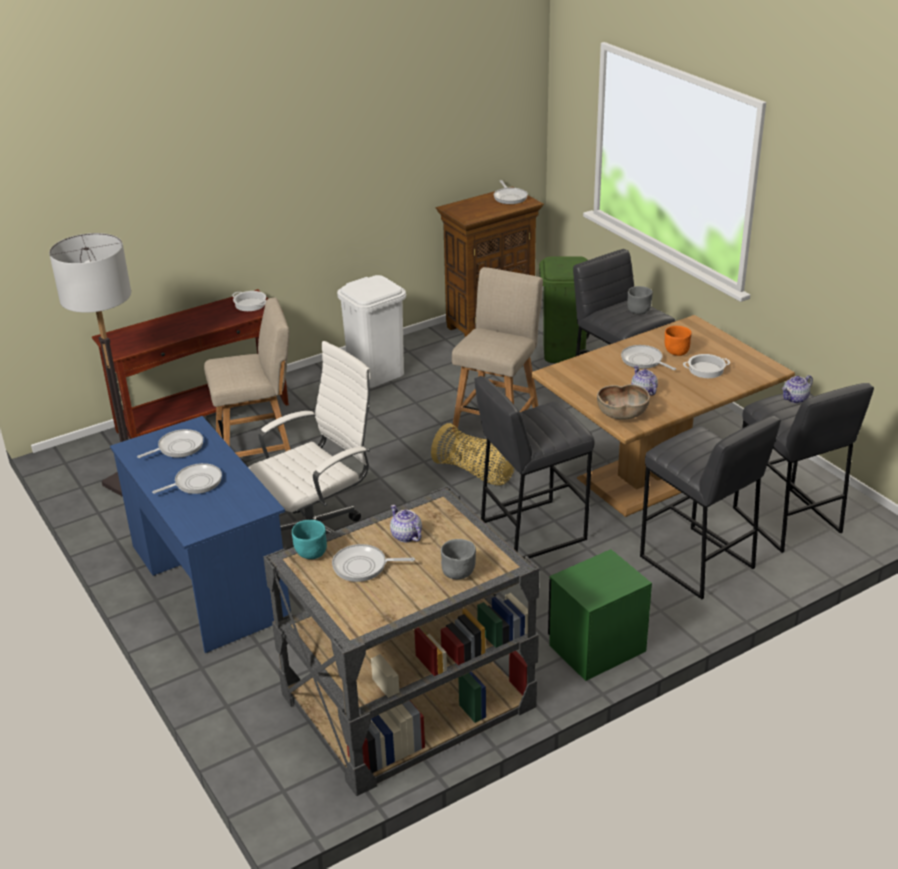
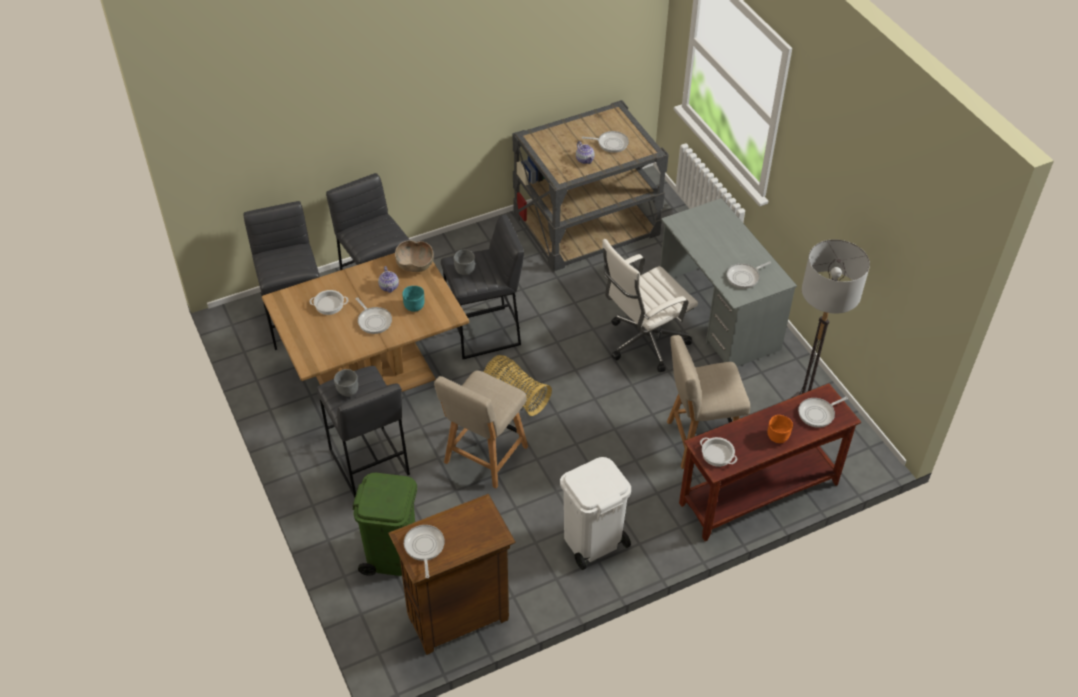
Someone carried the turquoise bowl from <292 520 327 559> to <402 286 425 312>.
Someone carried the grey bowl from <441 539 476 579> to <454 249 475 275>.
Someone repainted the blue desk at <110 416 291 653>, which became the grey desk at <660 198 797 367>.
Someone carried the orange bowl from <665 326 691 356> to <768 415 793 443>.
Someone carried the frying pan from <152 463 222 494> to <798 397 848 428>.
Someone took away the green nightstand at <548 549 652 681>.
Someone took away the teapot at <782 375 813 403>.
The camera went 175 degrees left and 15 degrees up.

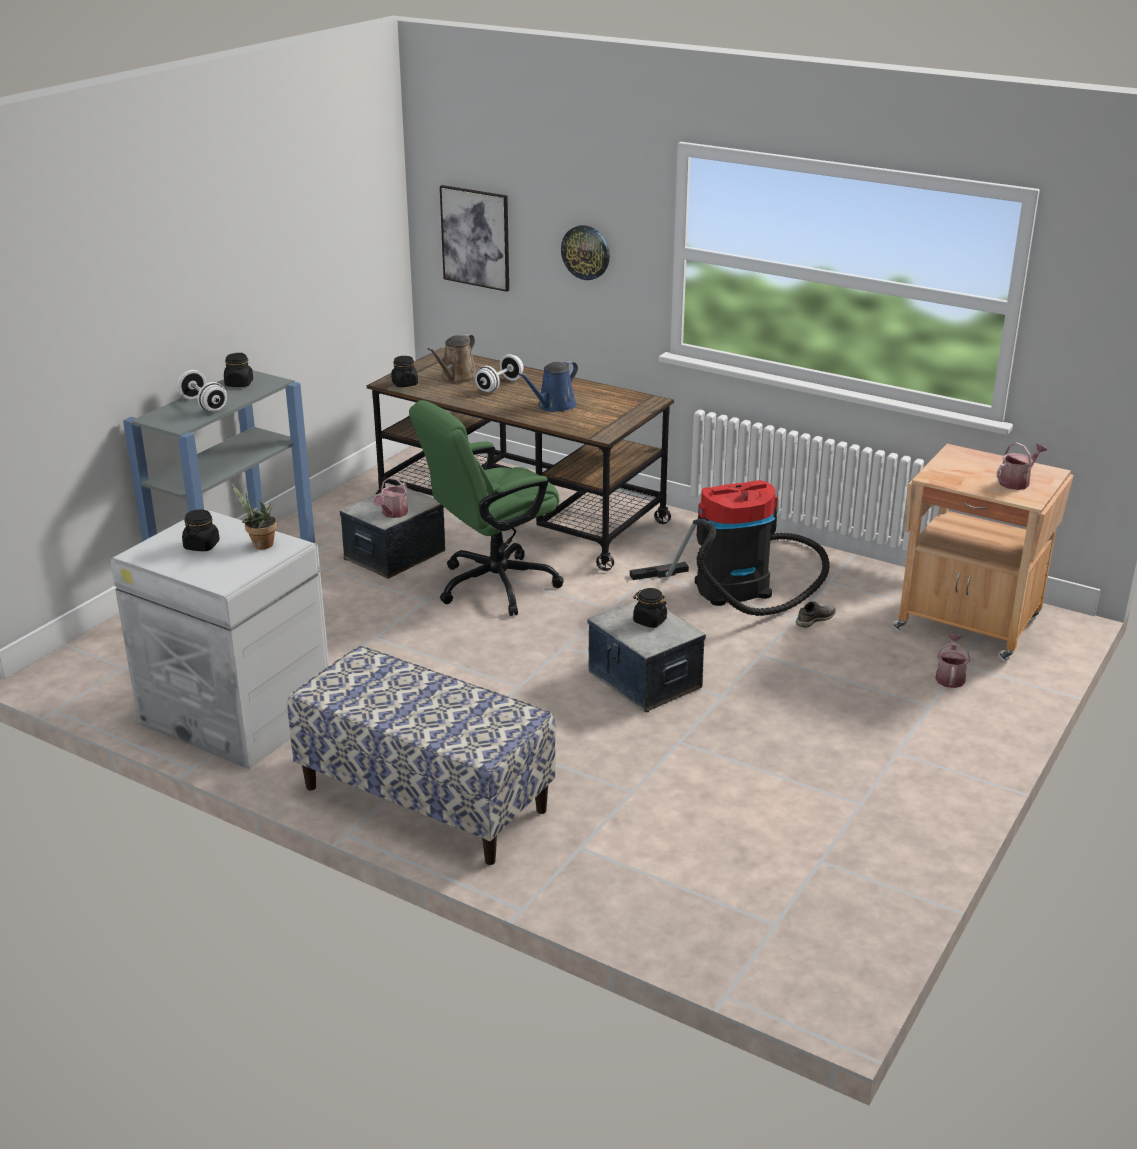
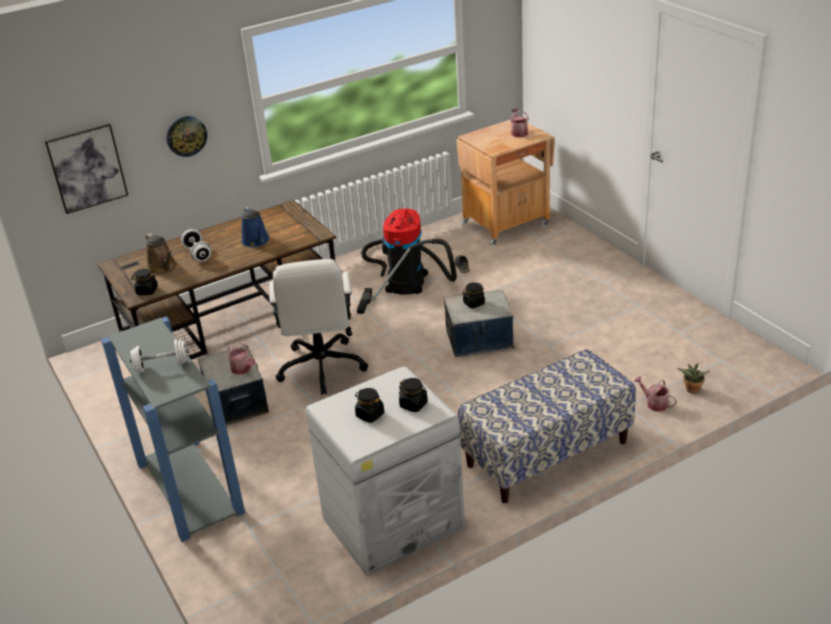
Someone repainted the green office chair at <409 400 564 616>, which became the white office chair at <269 259 368 395>.
Someone carried the black jar from <224 353 253 387> to <399 378 428 412>.
Someone carried the watering can from <935 635 970 688> to <634 376 677 412>.
Someone carried the potted plant from <232 484 277 549> to <677 363 710 394>.
The camera went 60 degrees left and 5 degrees up.

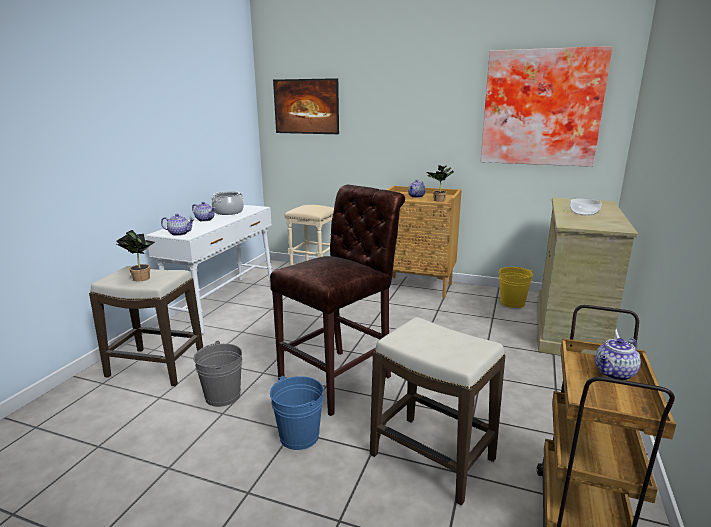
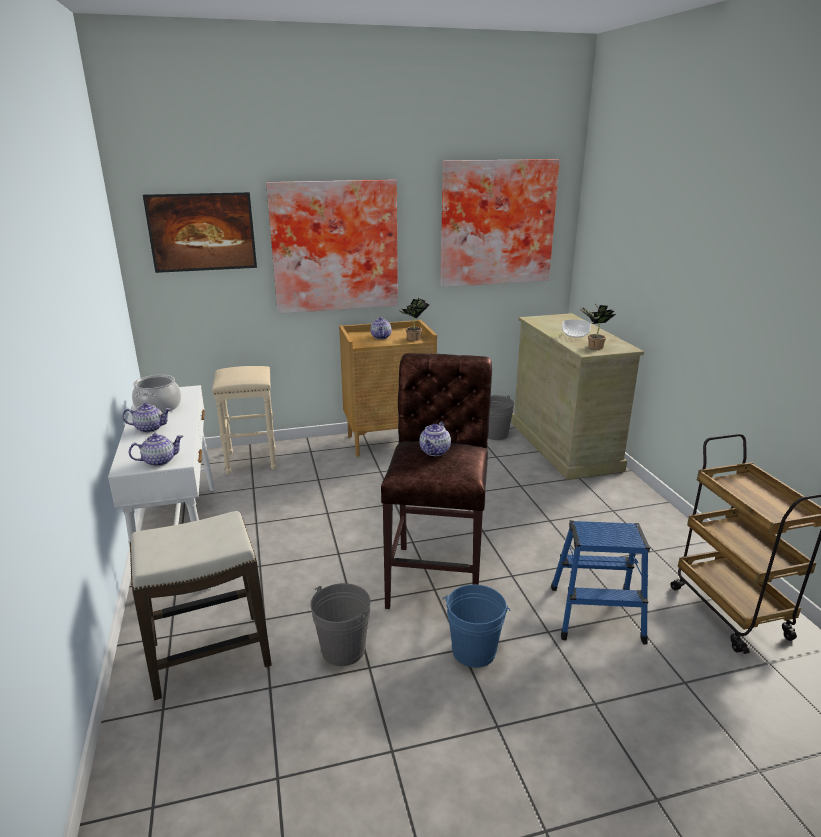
Someone put up the picture at <266 179 398 314>.
Someone carried the teapot from <595 338 641 381> to <419 421 451 456>.
Someone repainted the yellow bucket at <498 267 533 308>, which became the grey bucket at <488 395 514 440>.
Someone swapped the stool at <370 317 505 506> for the blue step ladder at <551 520 650 645>.
Someone carried the potted plant from <116 230 155 281> to <580 303 616 349>.
The camera went 35 degrees left and 5 degrees up.

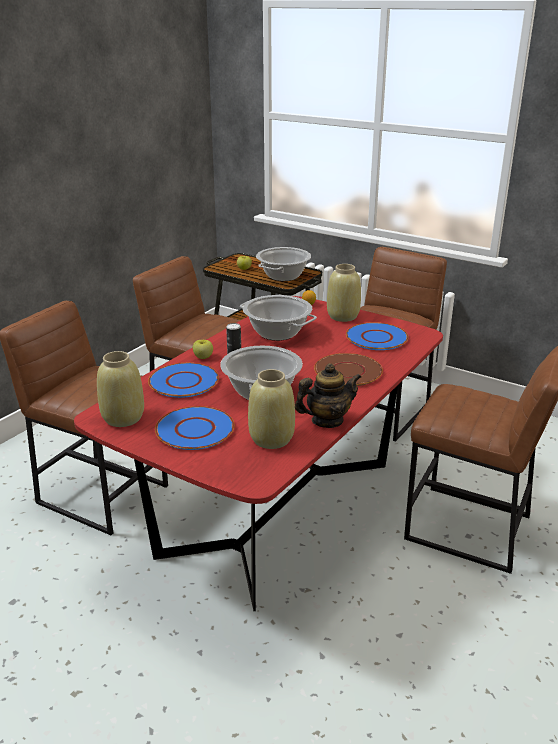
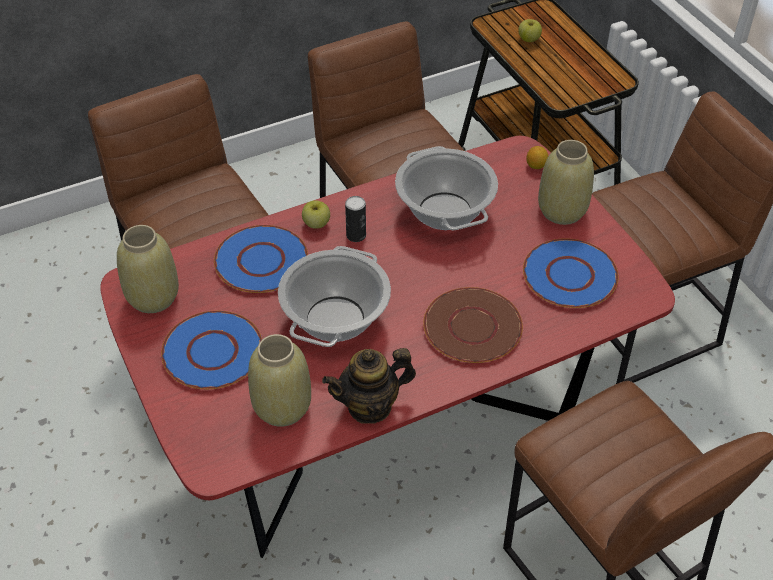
Someone rotated the teapot at <295 363 361 428> by 150 degrees clockwise.
Someone took away the cooking pot at <256 247 311 281>.
The camera went 30 degrees right and 20 degrees up.

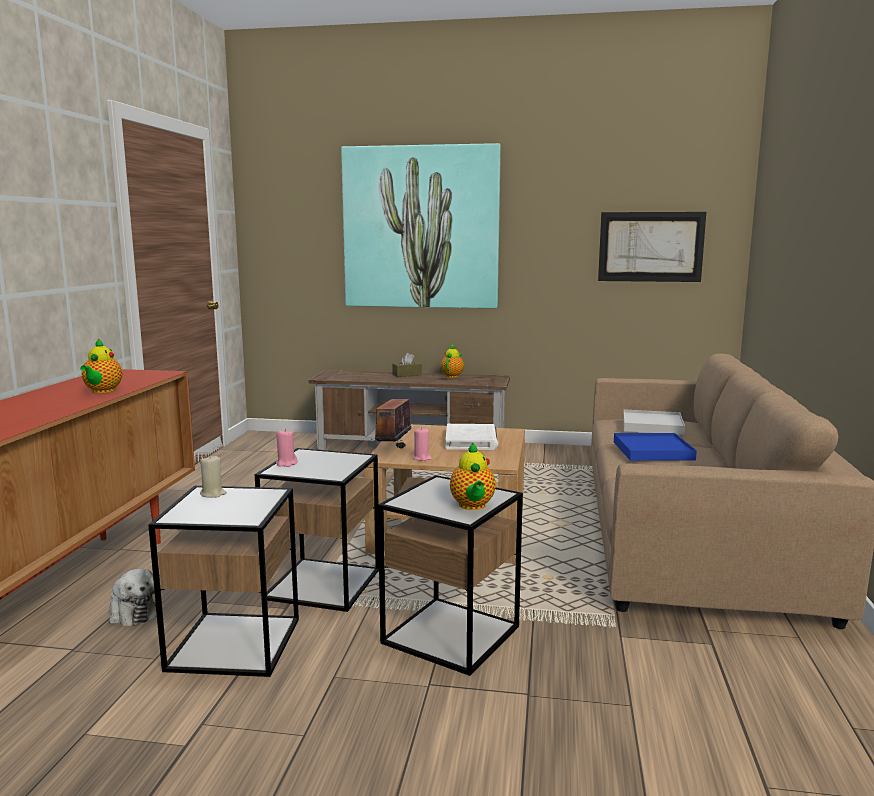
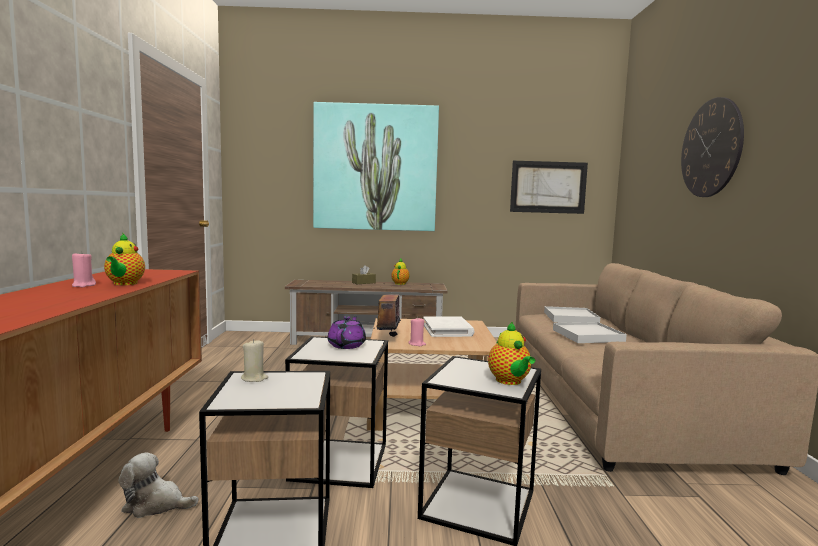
Someone carried the pink candle from <276 429 298 467> to <72 251 96 287>.
Someone rotated the plush toy at <109 569 157 626> by 150 degrees clockwise.
Someone put down the purple teapot at <327 316 366 349>.
Someone repainted the blue tray at <614 433 697 461>, which became the white tray at <553 322 627 343>.
Someone put up the wall clock at <681 97 744 197>.
The camera went 10 degrees left and 5 degrees down.

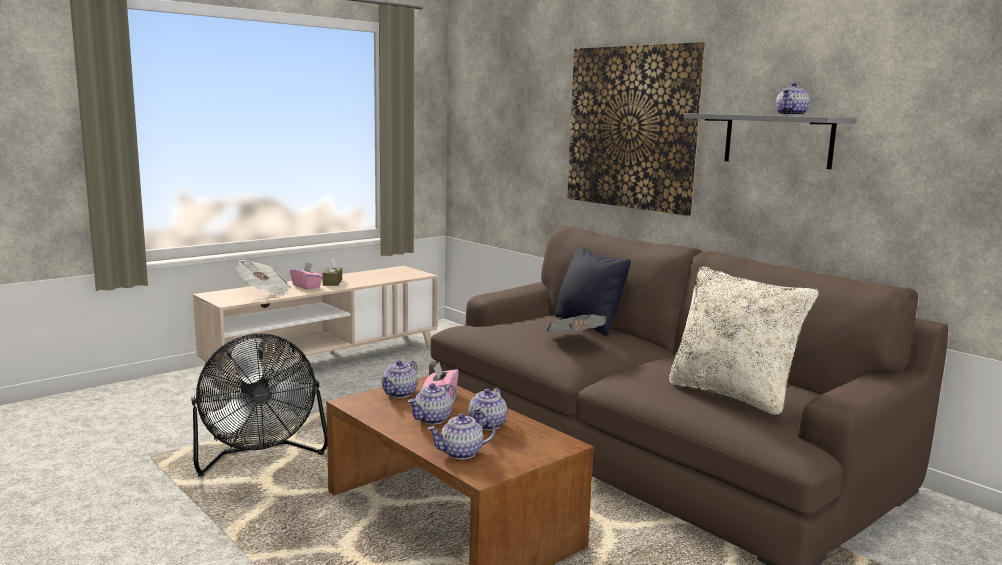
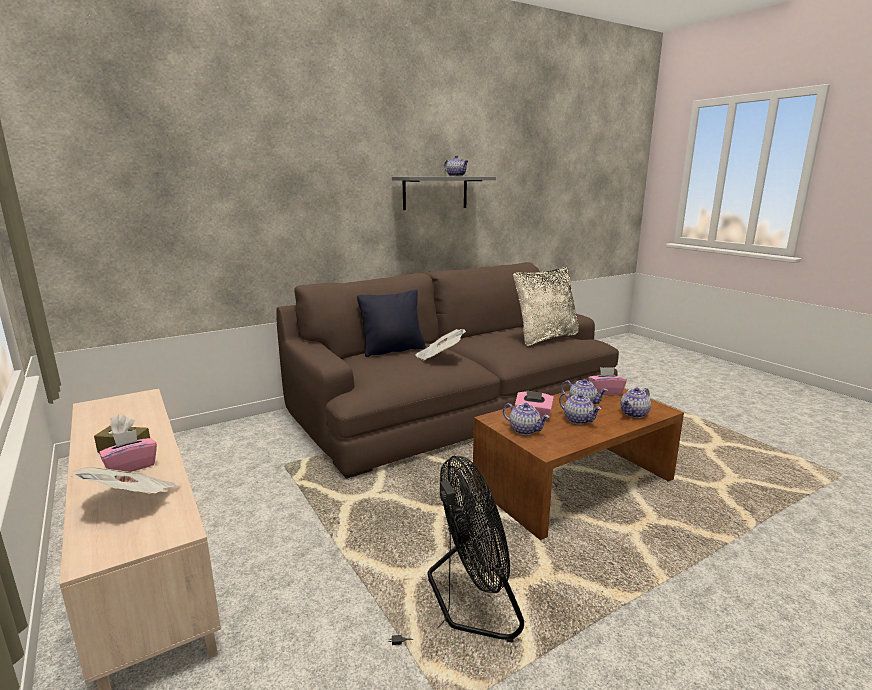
Someone put down the pink tissue box at <588 367 627 395>.
Someone rotated the teapot at <427 413 496 460> by 60 degrees clockwise.
Someone took away the picture at <567 42 706 216>.
The camera went 80 degrees left and 5 degrees up.

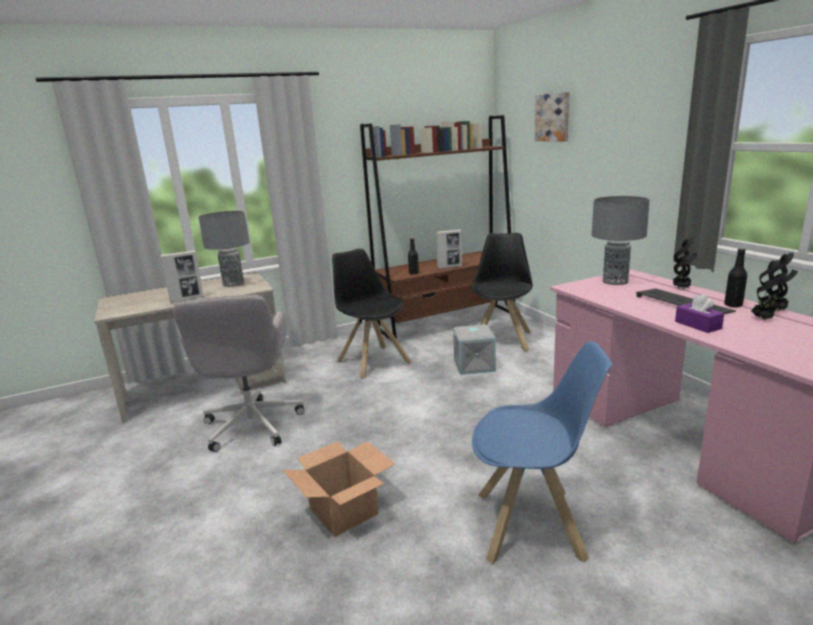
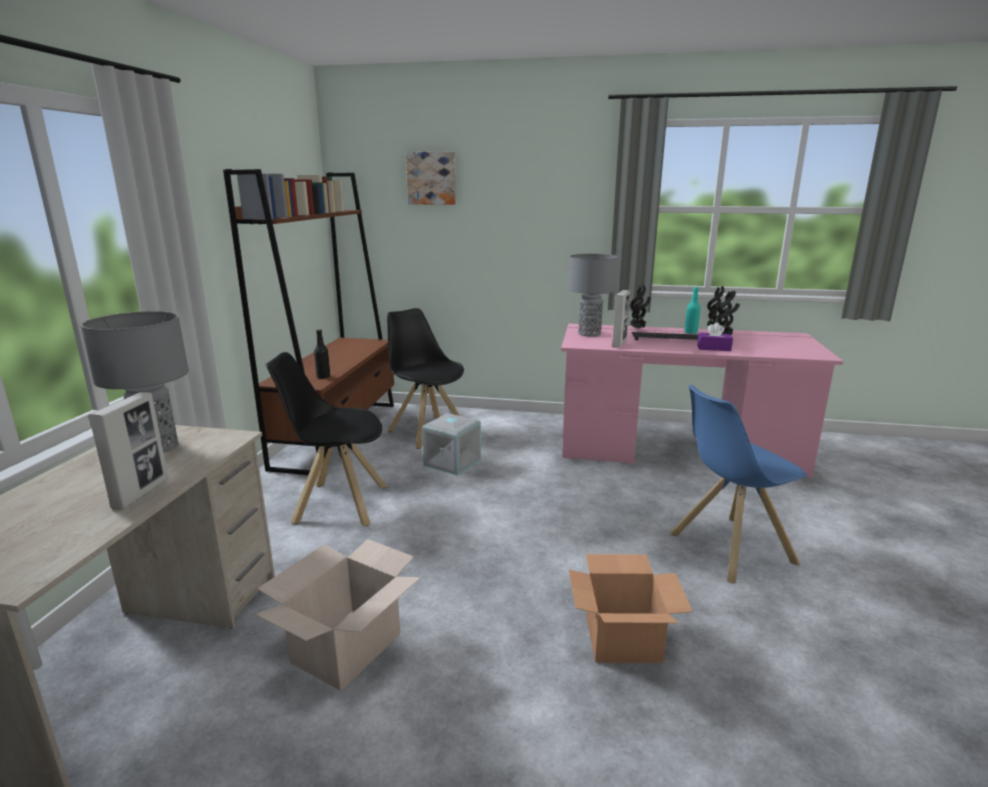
Someone swapped the grey office chair at <173 295 305 452> for the cardboard box at <255 539 421 691>.
Someone carried the picture frame from <436 230 462 269> to <612 290 630 348>.
Someone rotated the blue chair at <472 341 613 564> by 150 degrees counterclockwise.
Someone repainted the black bottle at <724 248 747 308>, which became the turquoise bottle at <685 287 700 334>.
The camera went 55 degrees left and 0 degrees up.

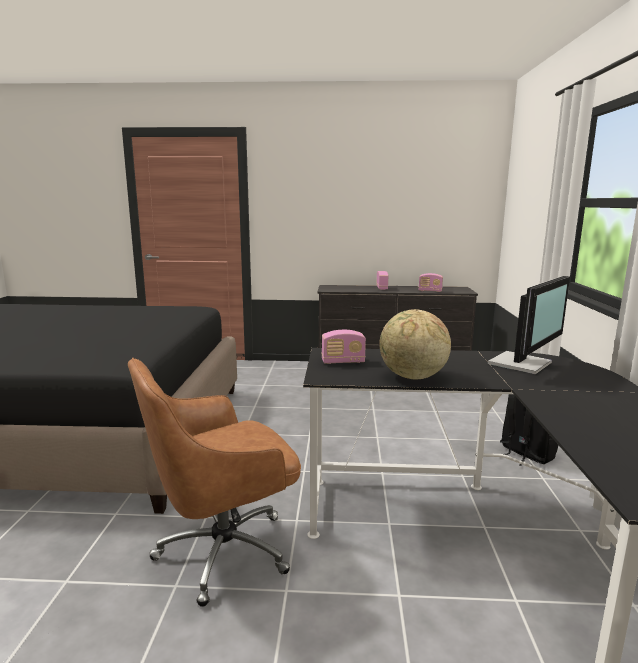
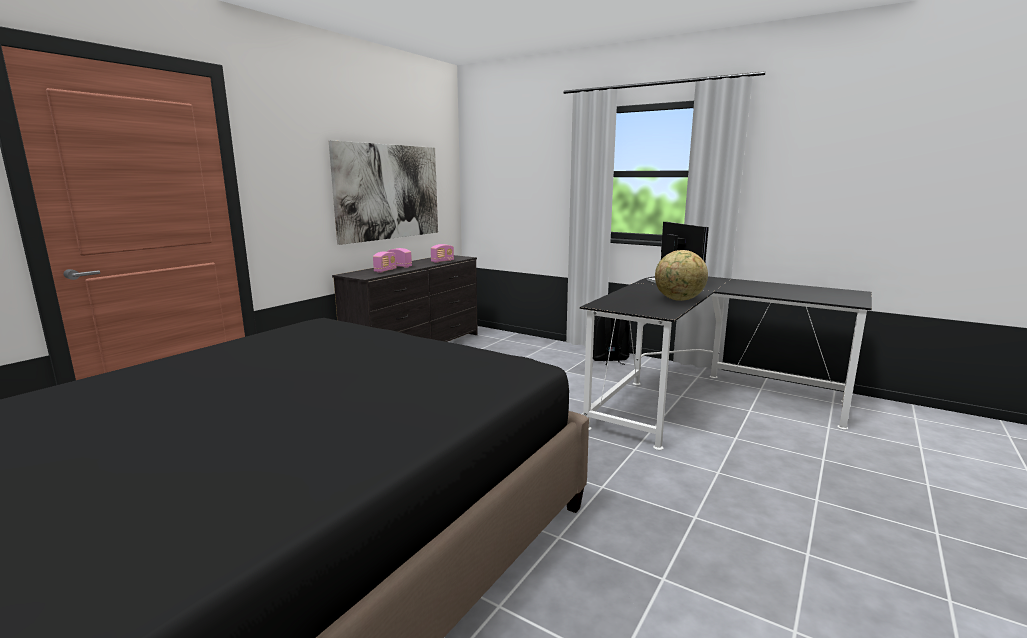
Someone put up the picture at <329 140 438 245>.
Someone carried the radio from <322 330 366 364> to <373 252 397 273>.
Someone took away the brown office chair at <128 358 301 607>.
The camera went 60 degrees left and 0 degrees up.

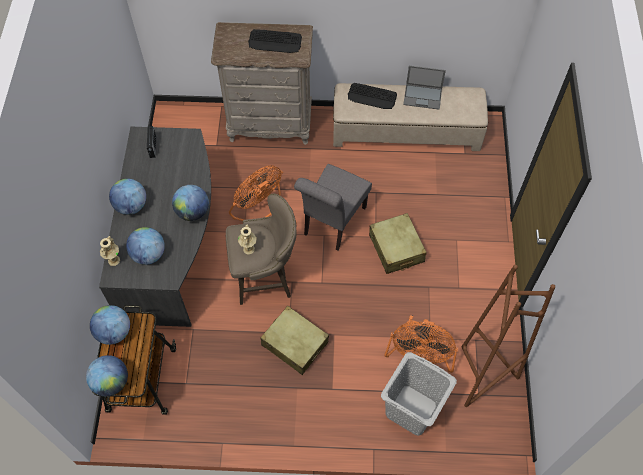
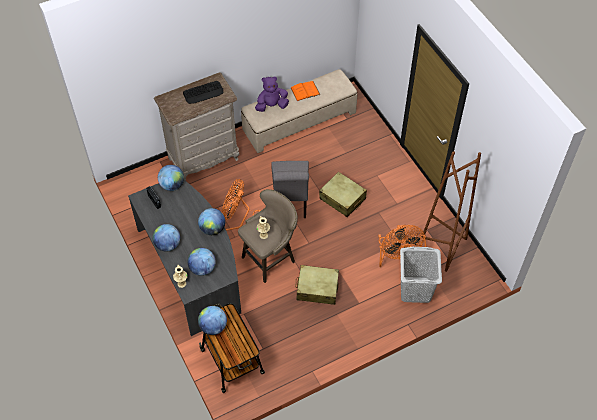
Someone carried the globe from <86 355 128 396> to <158 165 184 191>.
Someone swapped the keyboard at <348 83 397 109> for the purple plush toy at <255 76 289 112>.
Someone swapped the laptop at <403 66 446 110> for the orange book at <291 81 320 101>.
The camera went 30 degrees left and 5 degrees down.

